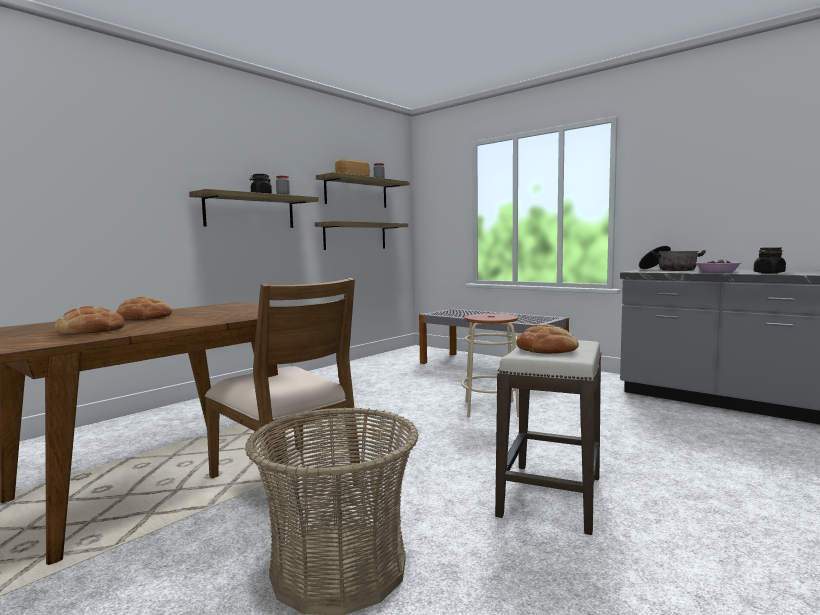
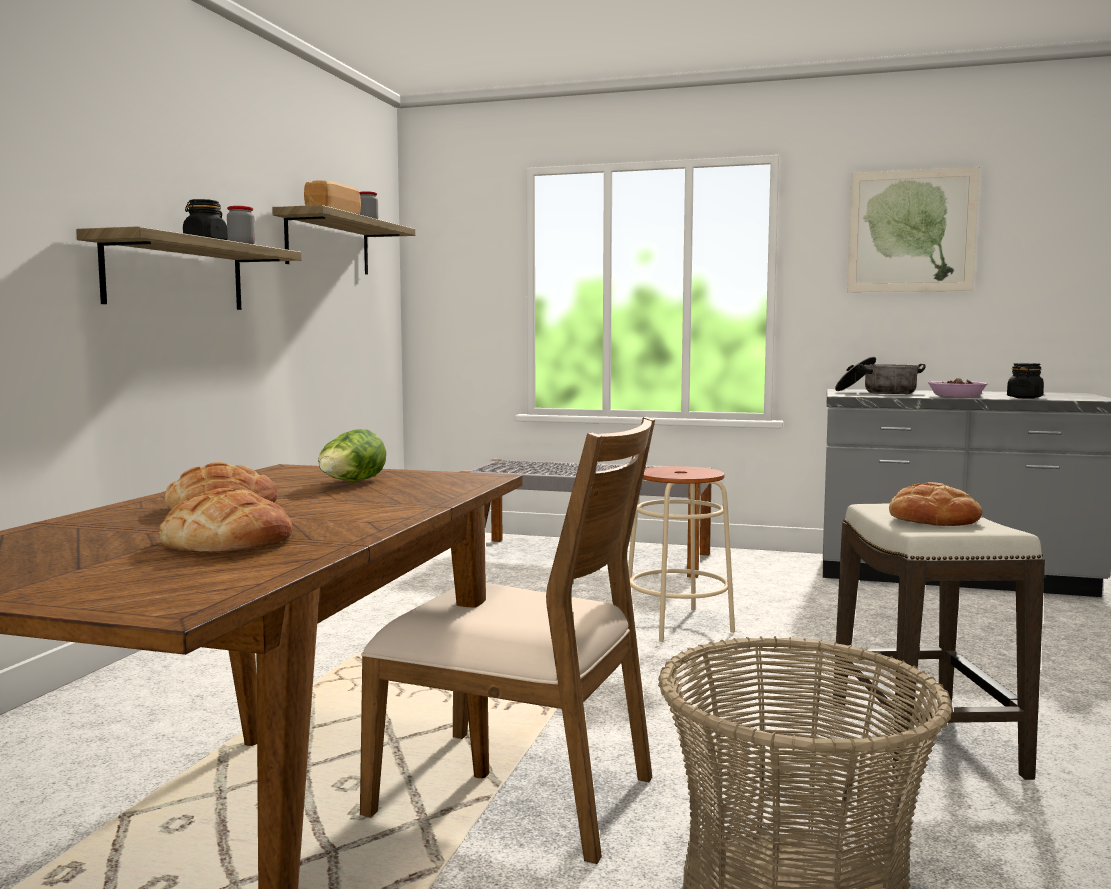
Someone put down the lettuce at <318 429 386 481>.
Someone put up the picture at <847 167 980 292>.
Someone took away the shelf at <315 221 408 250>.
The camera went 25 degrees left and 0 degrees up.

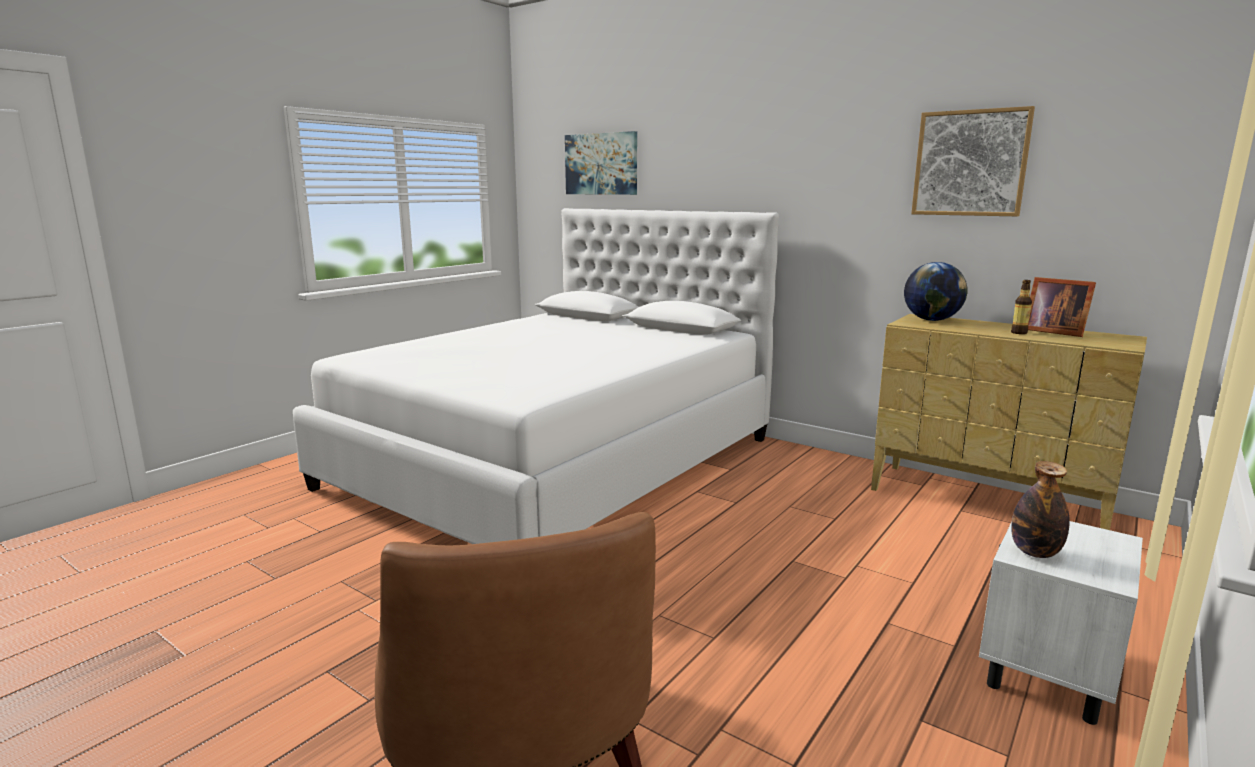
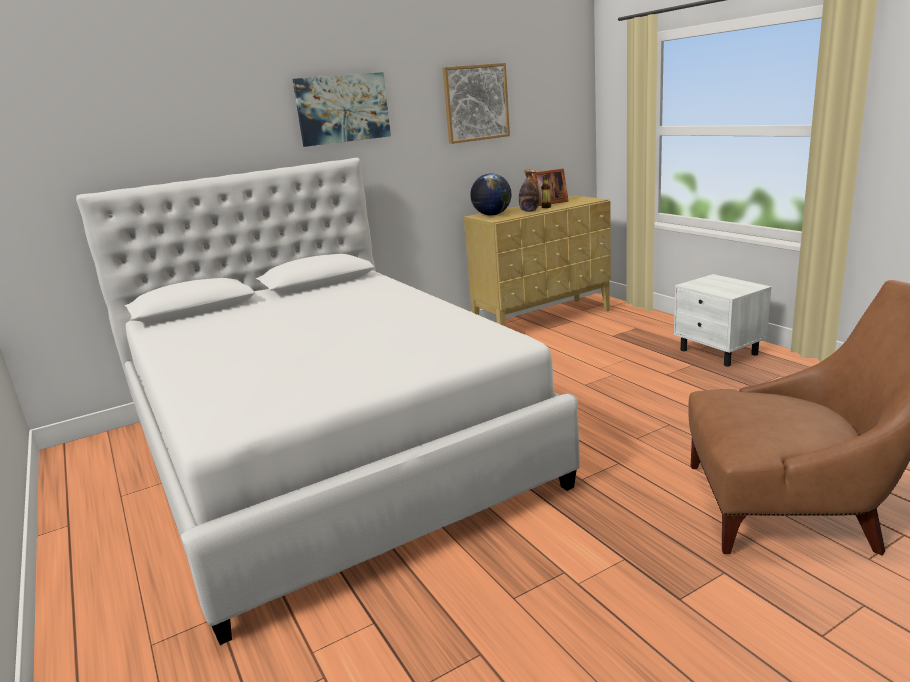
Someone carried the picture from <565 131 637 195> to <292 72 391 147>.
Someone carried the bottle from <1011 461 1070 558> to <519 170 539 212>.
The camera went 65 degrees left and 5 degrees up.

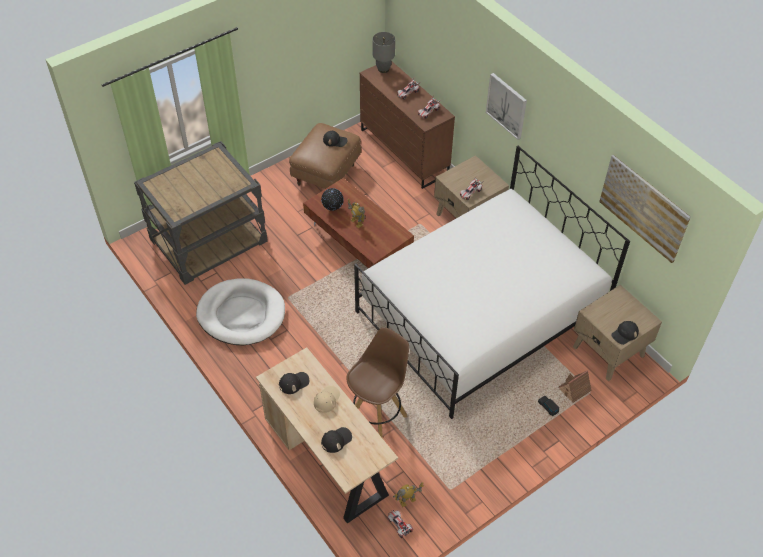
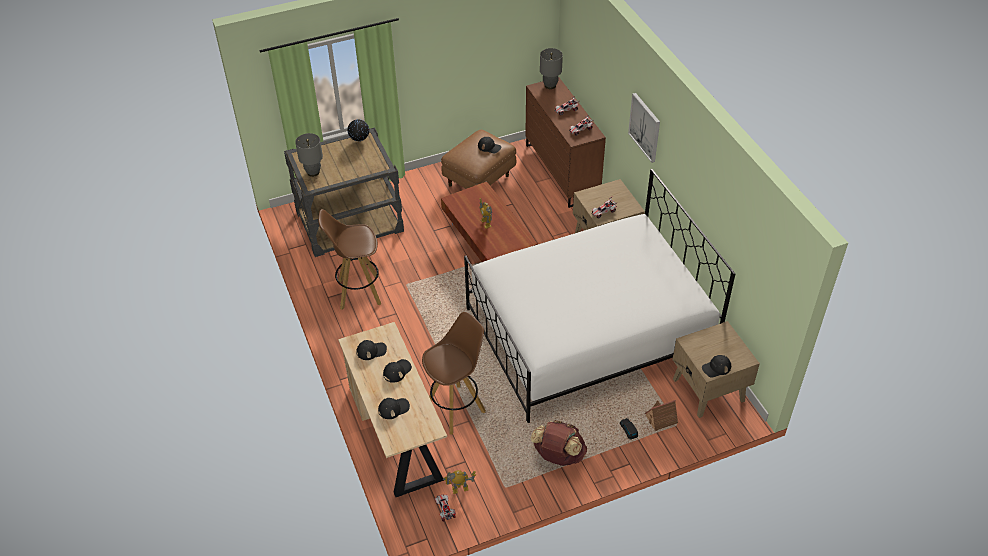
Someone put down the grey table lamp at <295 133 323 177>.
Someone swapped the white dog bed at <196 278 285 345> for the brown stool at <318 209 381 310>.
Someone carried the globe from <321 188 344 211> to <347 119 369 142>.
Someone repainted the beige cap at <314 386 340 413>, which became the black cap at <383 359 412 383>.
Someone put down the brown backpack at <531 420 587 466>.
Someone took away the picture at <599 155 691 263>.
The camera went 15 degrees right and 5 degrees down.

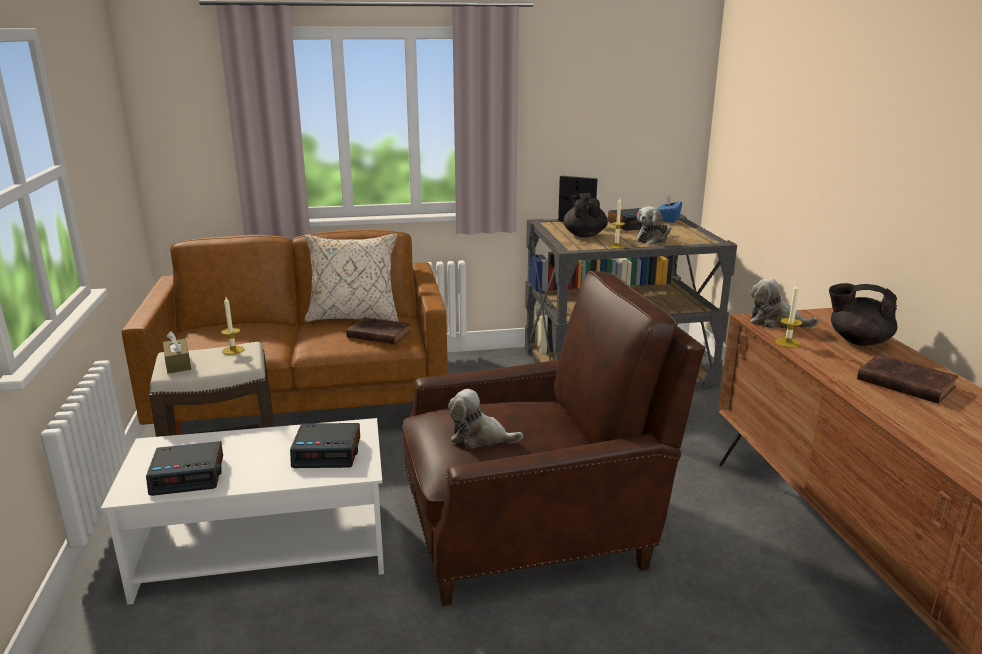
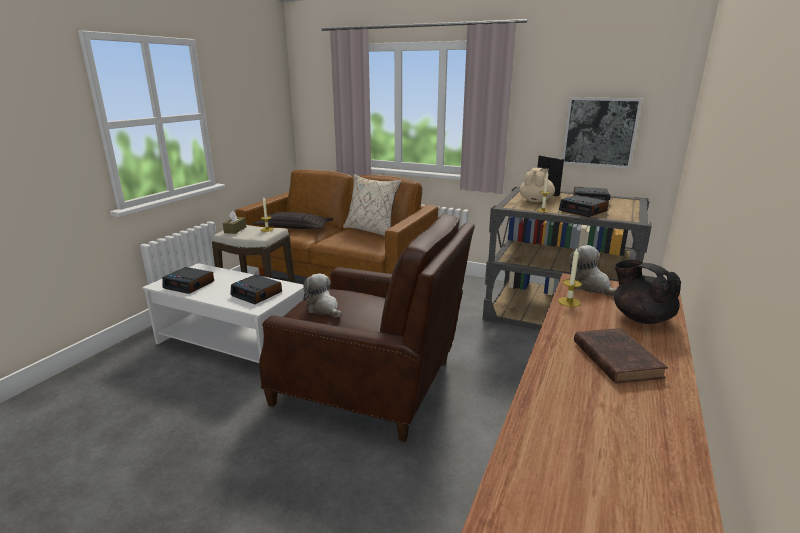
Someone put down the pillow at <253 212 334 229>.
Someone repainted the black teapot at <563 193 608 237>, which became the beige teapot at <519 168 555 202>.
Someone swapped the plush toy at <637 206 671 244> for the alarm clock at <559 195 609 217>.
Someone put up the picture at <562 97 642 168>.
Someone took away the brown book at <346 317 411 344>.
Someone took away the blue tissue box at <658 195 682 223>.
The camera went 35 degrees right and 0 degrees up.

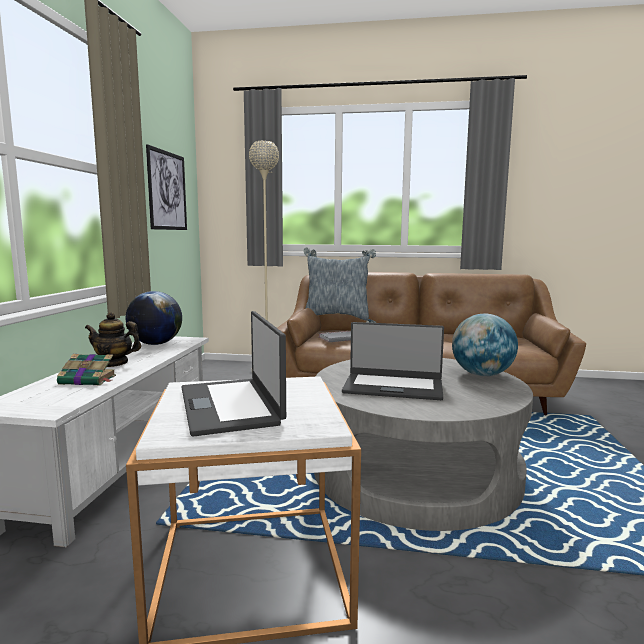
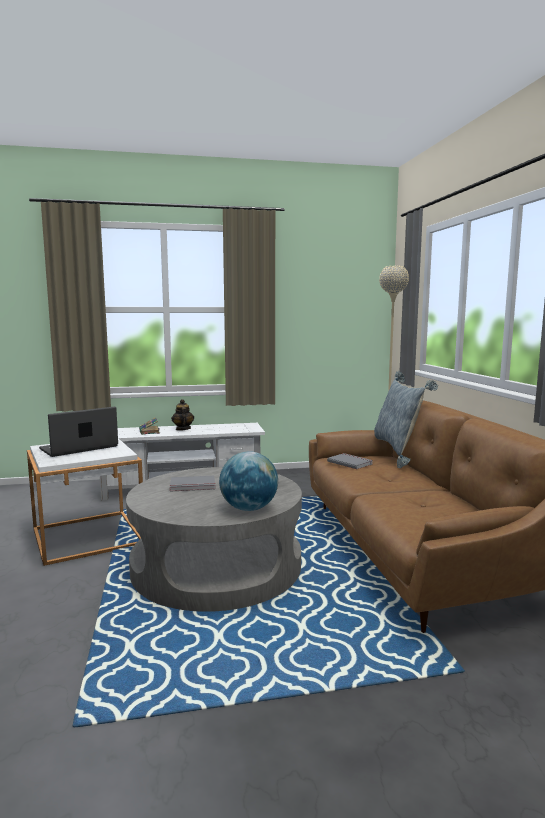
Someone swapped the laptop at <342 322 444 400> for the grey book at <170 476 215 492>.
Someone took away the globe at <126 291 182 345>.
Someone took away the picture at <146 144 187 230>.
The camera went 70 degrees right and 0 degrees up.

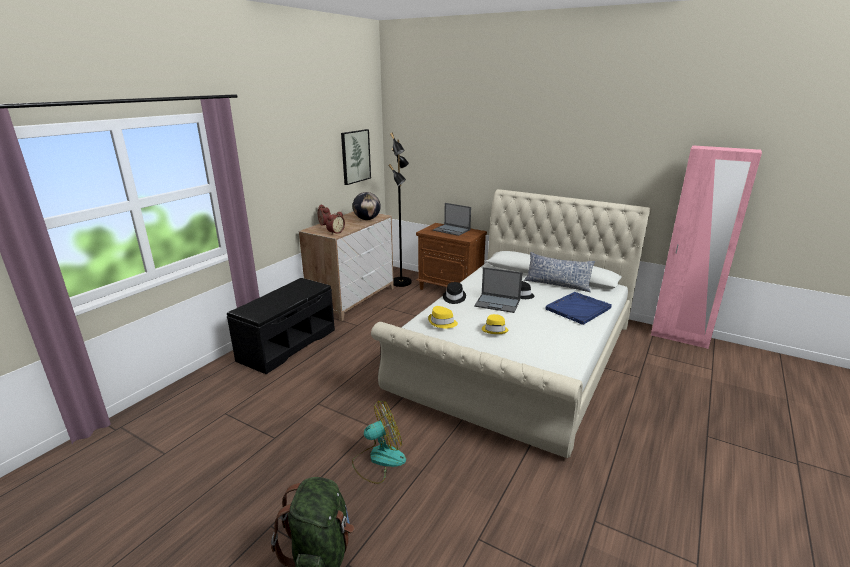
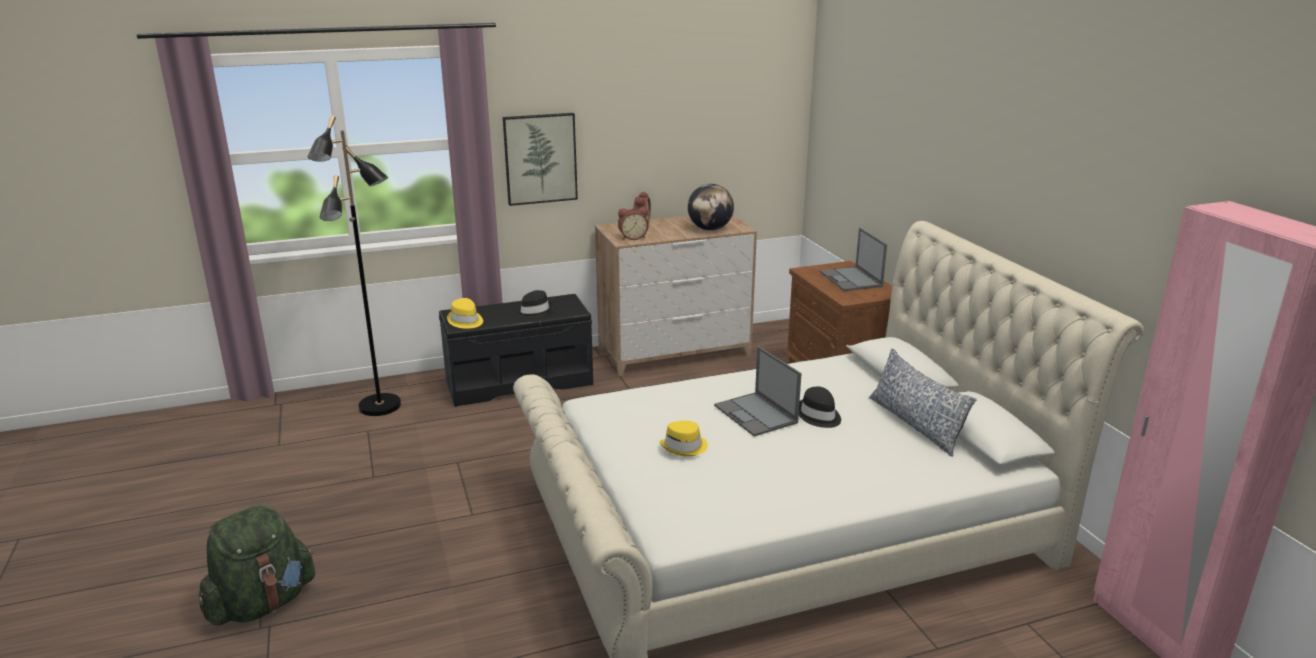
Someone carried the black floor lamp from <388 133 412 287> to <308 115 401 416>.
Someone carried the yellow hat from <428 306 458 329> to <447 298 483 328>.
Someone carried the picture from <341 129 371 185> to <503 113 578 206>.
Someone carried the black hat from <443 282 466 304> to <516 290 553 319>.
Someone took away the fan at <352 401 406 484>.
Someone took away the blue tray at <546 292 612 325>.
The camera went 40 degrees right and 0 degrees up.

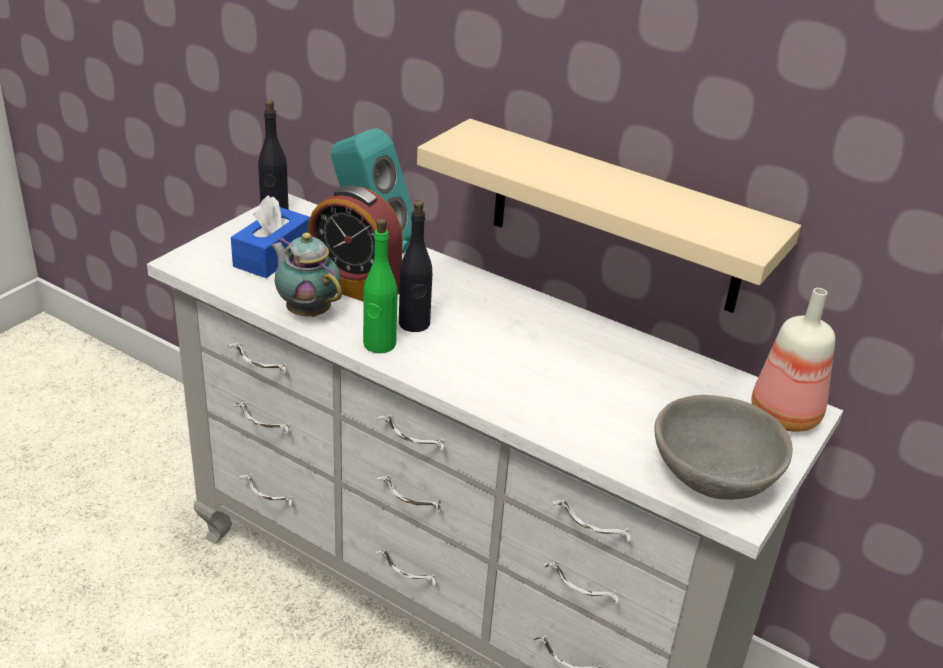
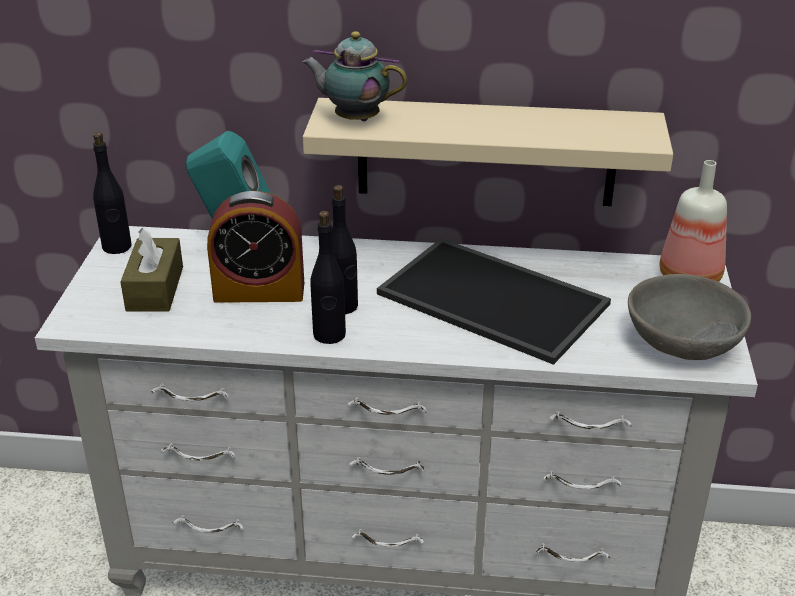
Someone repainted the blue tissue box at <231 195 310 278>, which became the brown tissue box at <120 228 183 312>.
Someone carried the teapot from <271 233 342 317> to <302 31 407 121>.
Someone repainted the green bottle at <363 218 398 353>, which became the black bottle at <310 211 346 344>.
Someone put down the tray at <377 238 611 365>.
The camera went 25 degrees left and 0 degrees up.

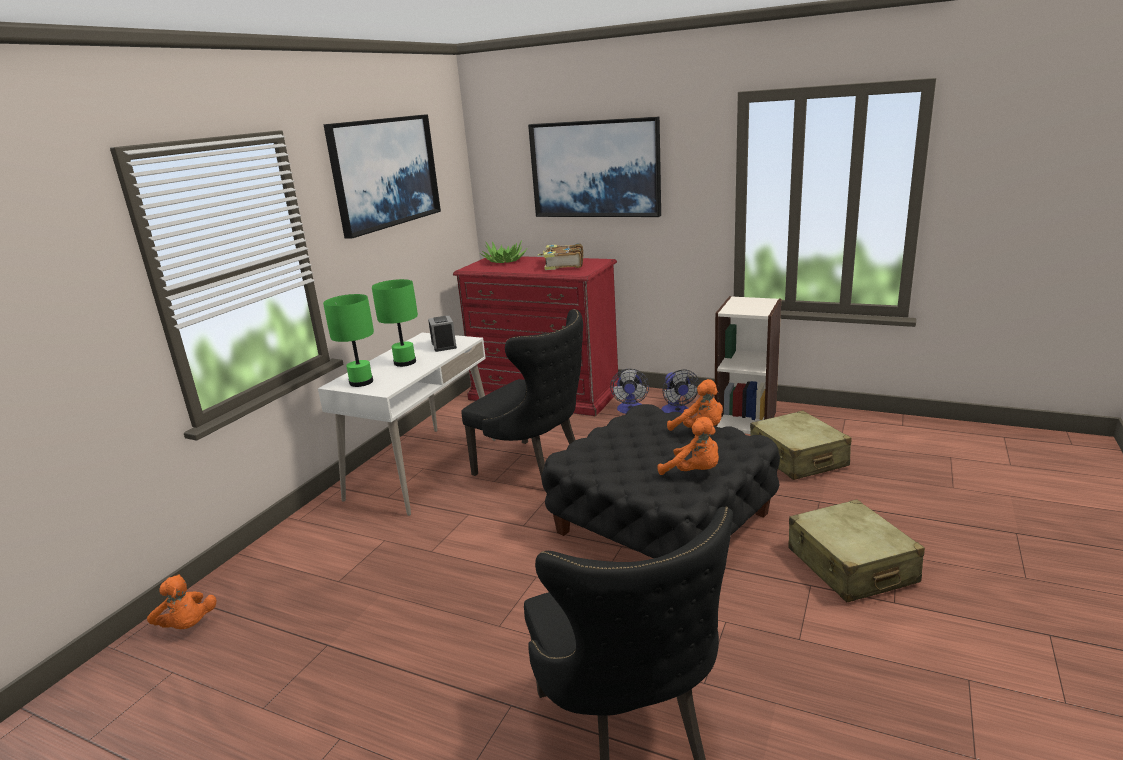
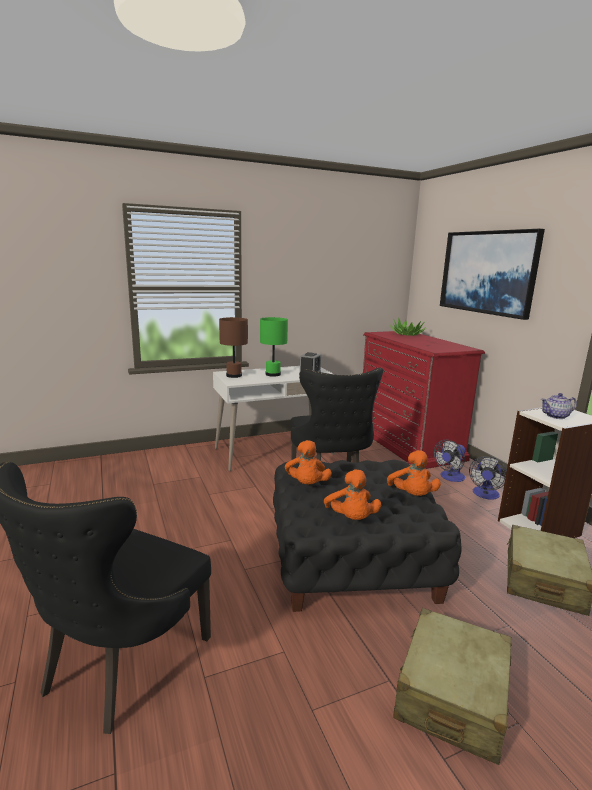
Someone repainted the green table lamp at <323 294 374 387>, which became the brown table lamp at <219 317 248 378>.
Someone carried the orange plush toy from <147 575 216 629> to <285 440 332 484>.
Someone put down the teapot at <541 393 577 419>.
Someone took away the picture at <323 114 441 239>.
Someone took away the book at <537 243 583 270>.
The camera went 40 degrees right and 5 degrees down.

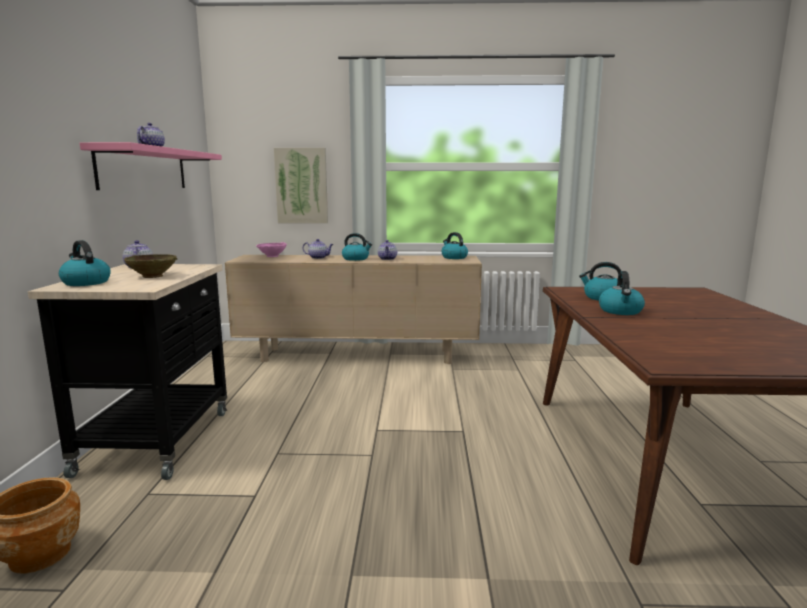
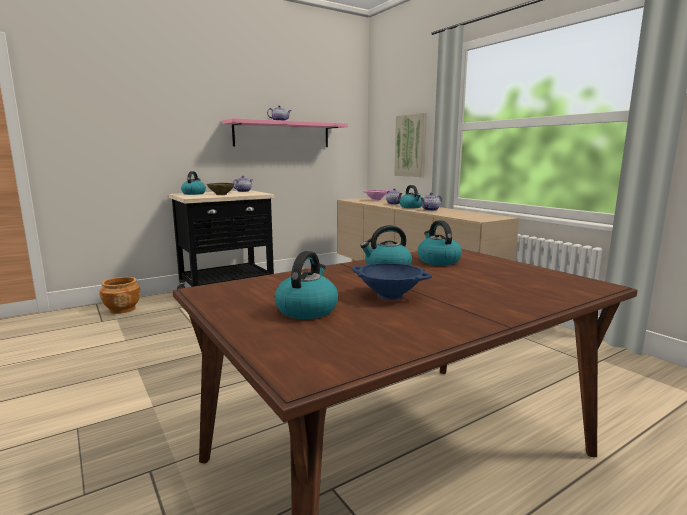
Someone carried the kettle from <441 232 468 259> to <275 251 338 319>.
Someone put down the blue bowl at <352 263 432 300>.
The camera went 55 degrees right and 0 degrees up.

